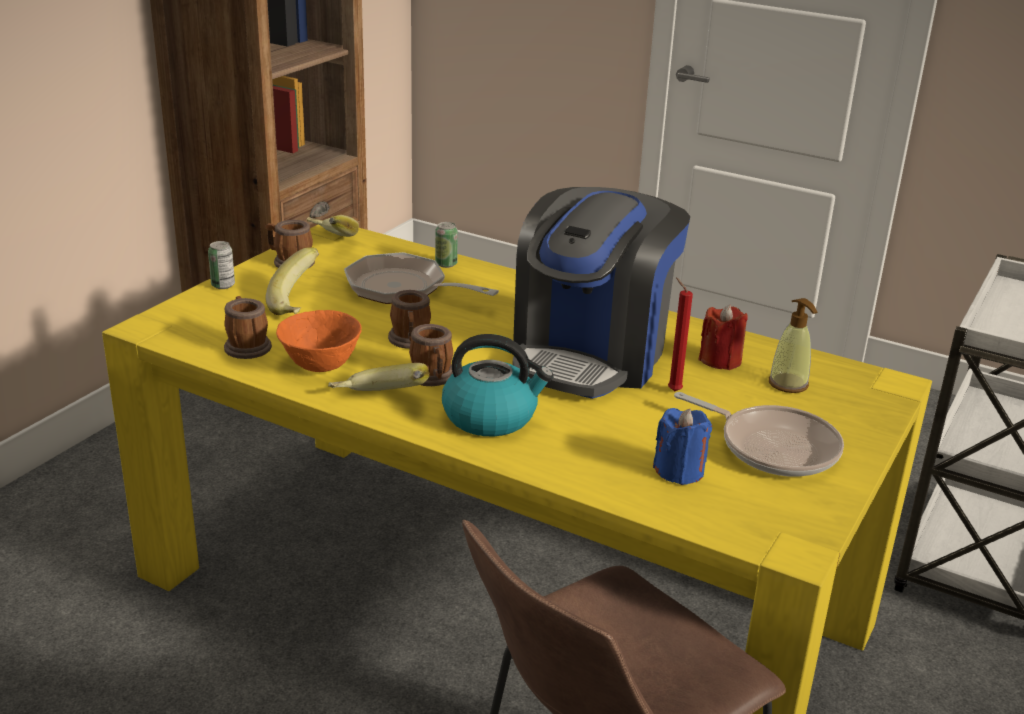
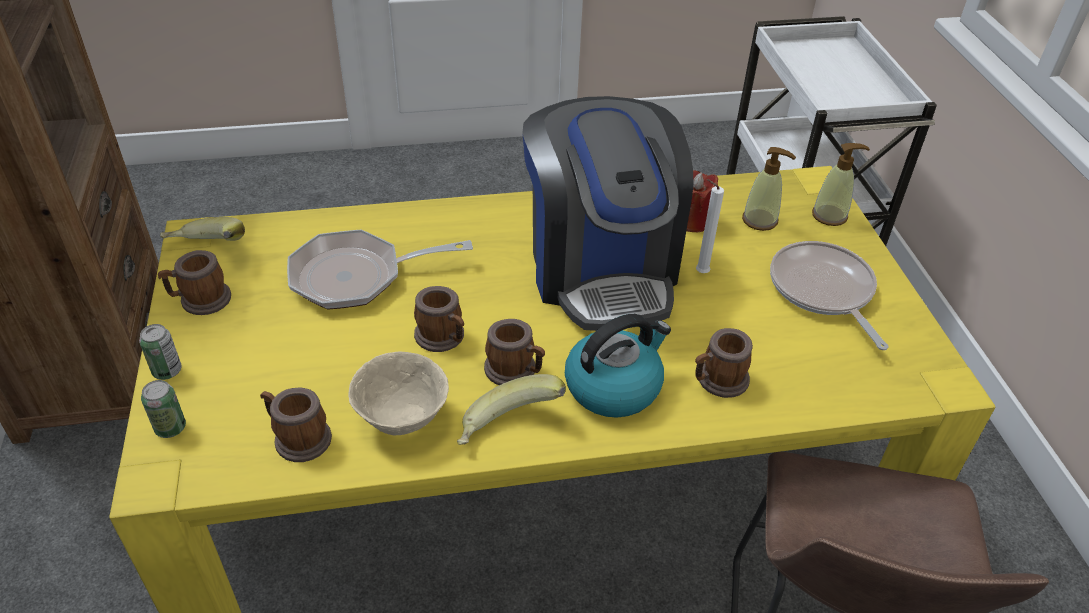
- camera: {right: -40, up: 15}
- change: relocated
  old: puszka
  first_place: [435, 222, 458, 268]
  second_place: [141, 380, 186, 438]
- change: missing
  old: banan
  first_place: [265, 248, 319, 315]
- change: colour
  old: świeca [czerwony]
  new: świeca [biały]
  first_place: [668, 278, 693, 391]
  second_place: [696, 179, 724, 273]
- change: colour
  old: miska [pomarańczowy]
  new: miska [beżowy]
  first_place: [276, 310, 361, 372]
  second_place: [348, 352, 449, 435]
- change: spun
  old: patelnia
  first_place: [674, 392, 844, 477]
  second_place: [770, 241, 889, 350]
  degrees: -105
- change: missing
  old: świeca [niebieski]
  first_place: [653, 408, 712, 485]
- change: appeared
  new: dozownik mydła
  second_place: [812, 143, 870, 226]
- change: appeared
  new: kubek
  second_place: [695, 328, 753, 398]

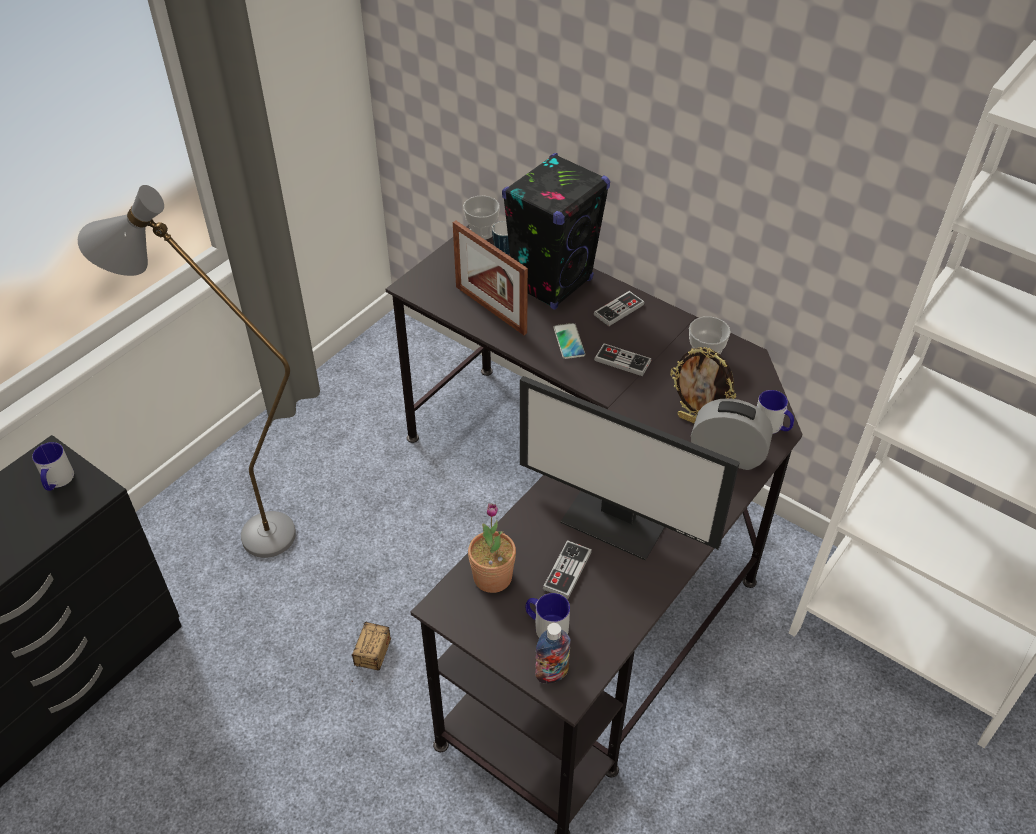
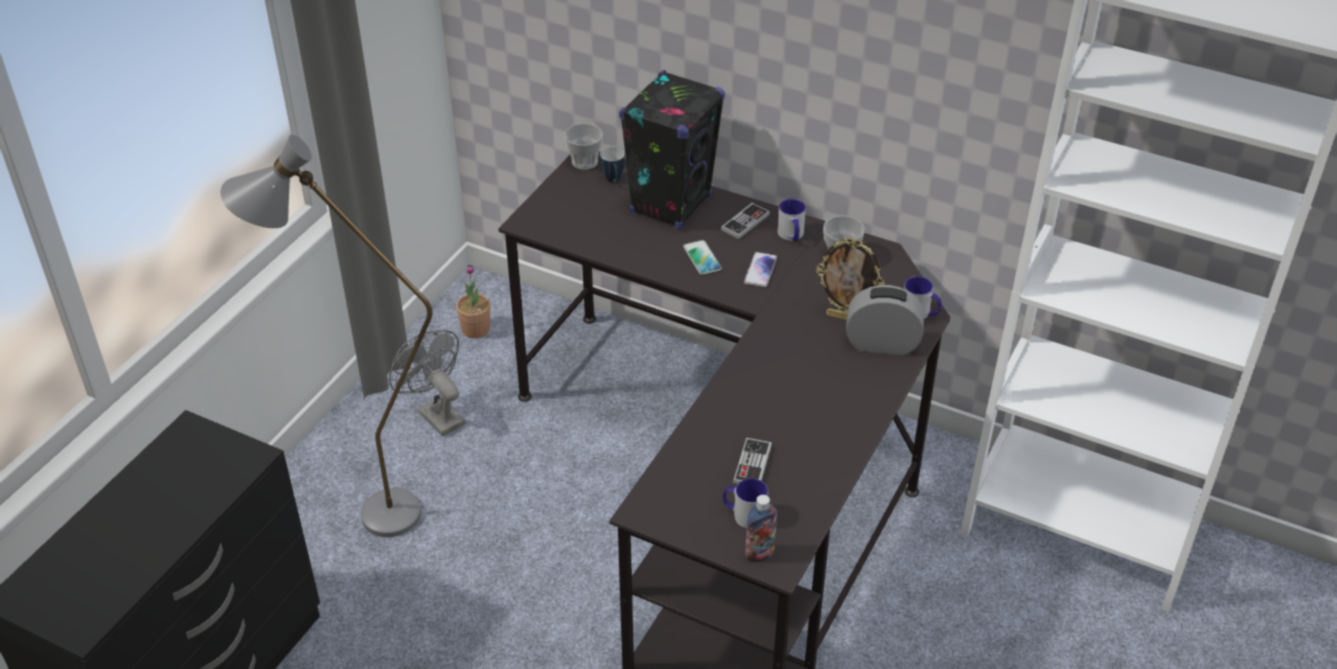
- camera: {right: -10, up: -5}
- change: missing
  old: ramka na zdjęcie
  first_place: [453, 221, 528, 335]
- change: exchanged
  old: pad do gier
  new: telefon
  first_place: [594, 343, 651, 376]
  second_place: [744, 252, 777, 287]
- change: missing
  old: monitor
  first_place: [520, 376, 740, 561]
- change: relocated
  old: kubek
  first_place: [32, 442, 74, 491]
  second_place: [777, 199, 806, 241]
- change: relocated
  old: roślina doniczkowa
  first_place: [468, 503, 516, 593]
  second_place: [456, 264, 490, 338]
- change: missing
  old: pojemnik do przechowywania
  first_place: [352, 621, 391, 671]
- change: appeared
  new: wentylator [szary]
  second_place: [389, 330, 465, 436]

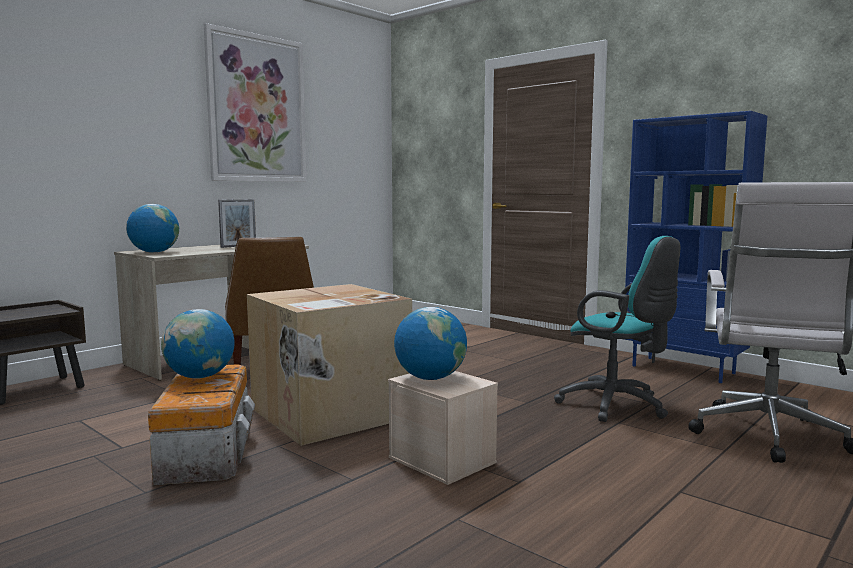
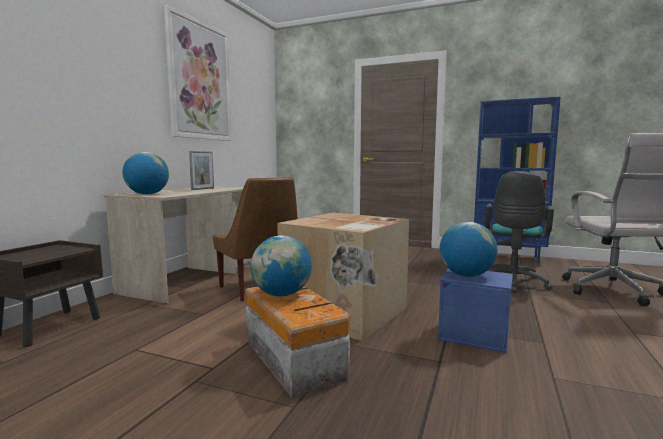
- camera: {right: -20, up: 0}
- change: spun
  old: krzesło biurowe [turkusowy]
  first_place: [554, 236, 680, 422]
  second_place: [485, 171, 554, 293]
  degrees: 90
- change: colour
  old: pojemnik do przechowywania [beżowy]
  new: pojemnik do przechowywania [niebieski]
  first_place: [388, 371, 498, 485]
  second_place: [437, 268, 513, 353]

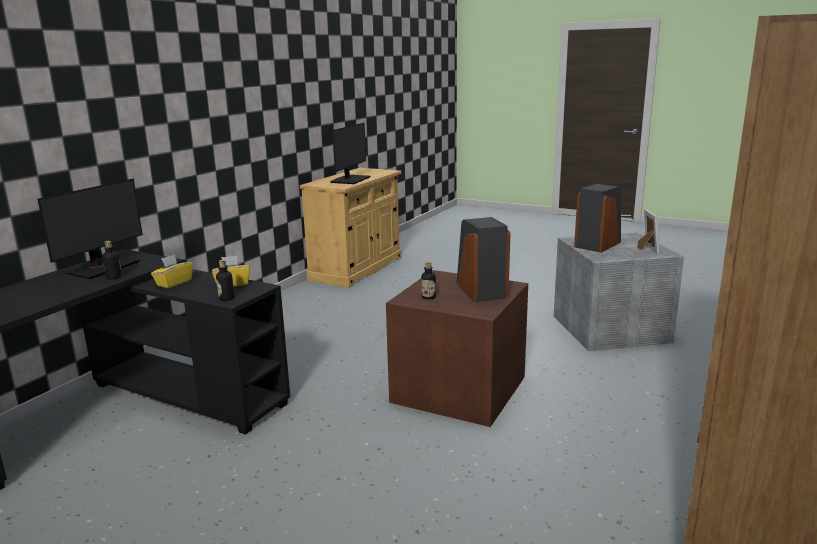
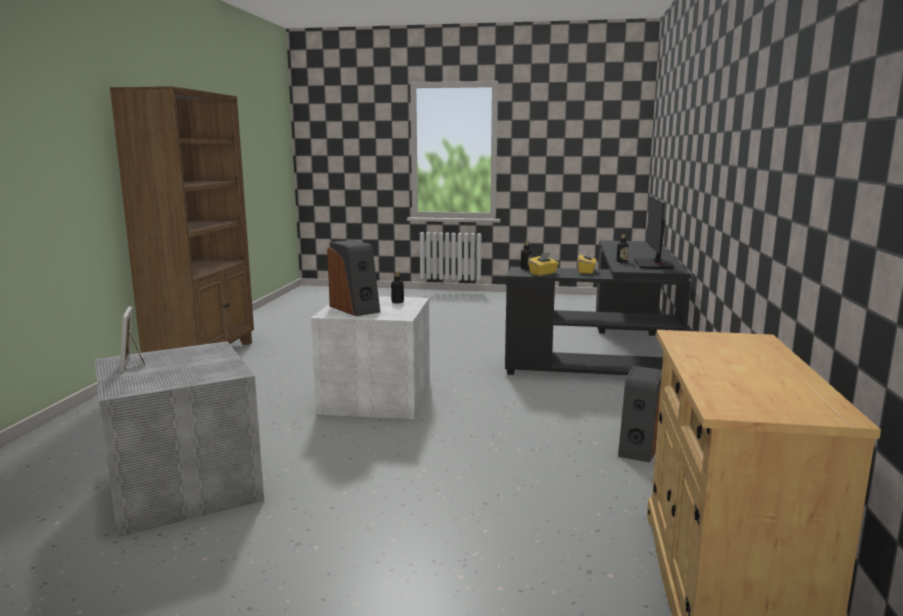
- camera: {right: 160, up: -5}
- change: missing
  old: monitor
  first_place: [330, 123, 371, 184]
- change: relocated
  old: głośnik
  first_place: [574, 184, 621, 253]
  second_place: [618, 366, 662, 462]
- change: colour
  old: pojemnik do przechowywania [brązowy]
  new: pojemnik do przechowywania [biały]
  first_place: [386, 270, 528, 427]
  second_place: [311, 296, 430, 419]

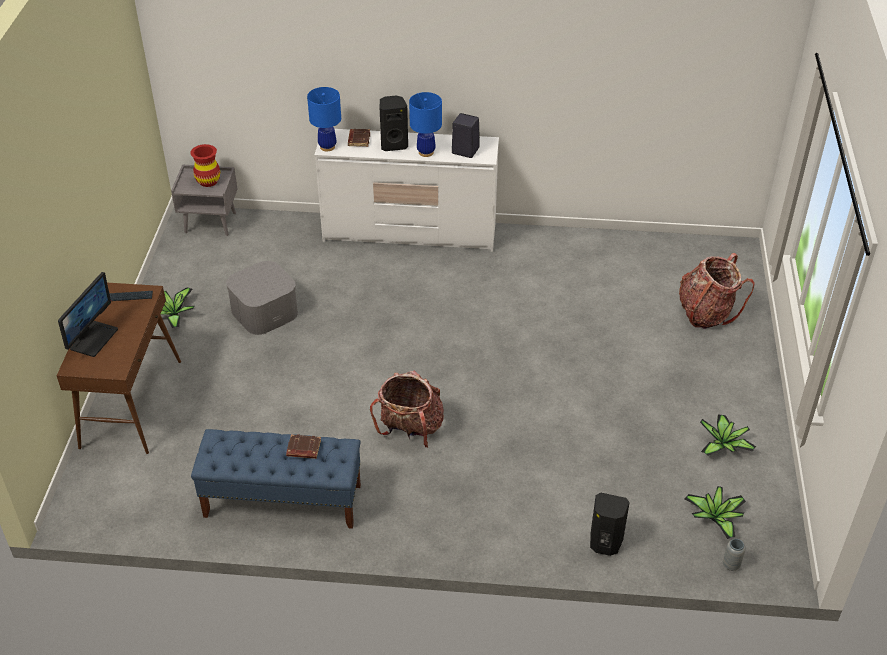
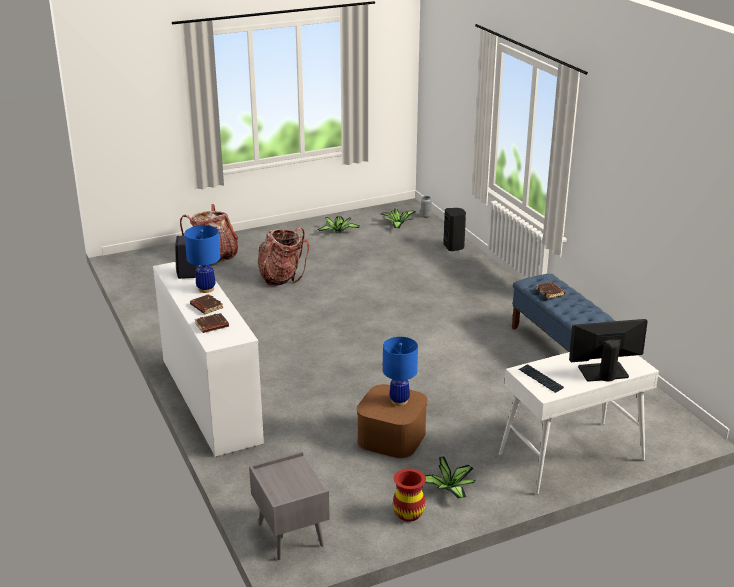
- camera: {right: -120, up: -15}
- change: relocated
  old: lampa stołowa [niebieski]
  first_place: [307, 87, 341, 151]
  second_place: [383, 337, 418, 406]
- change: exchanged
  old: głośnik [czarny]
  new: książka [brązowy]
  first_place: [380, 95, 408, 151]
  second_place: [190, 294, 223, 314]
- change: relocated
  old: wazon [czerwony]
  first_place: [190, 144, 220, 187]
  second_place: [393, 469, 426, 522]
- change: colour
  old: pojemnik do przechowywania [szary]
  new: pojemnik do przechowywania [brązowy]
  first_place: [226, 261, 298, 335]
  second_place: [357, 384, 428, 458]
- change: colour
  old: stolik konsolowy [brązowy]
  new: stolik konsolowy [biały]
  first_place: [57, 283, 181, 454]
  second_place: [499, 352, 659, 495]
- change: relocated
  old: plecak
  first_place: [370, 371, 444, 448]
  second_place: [258, 227, 309, 286]

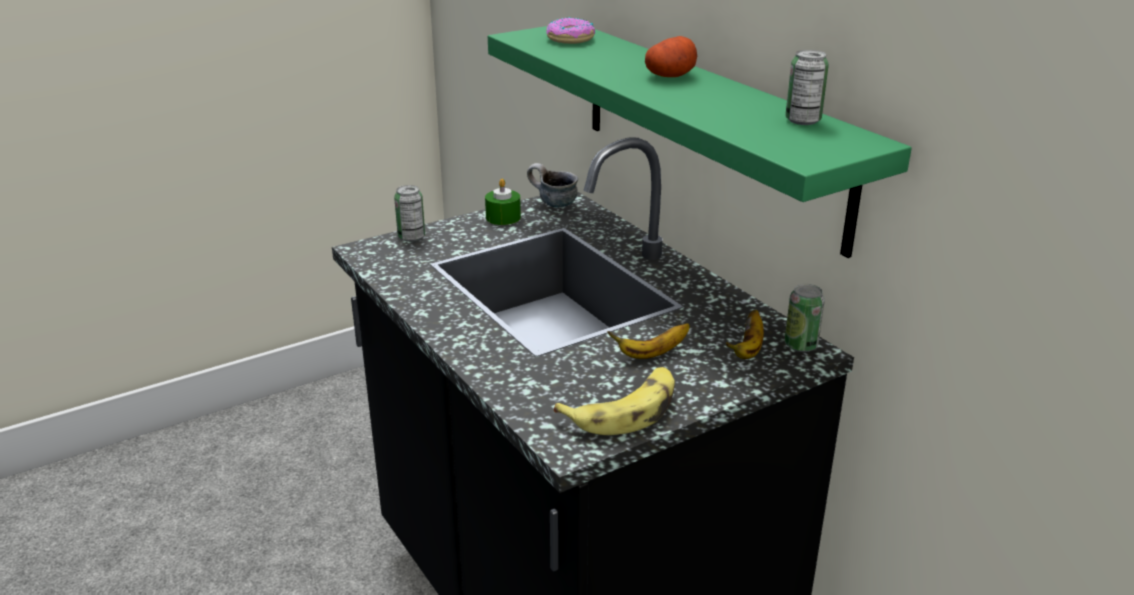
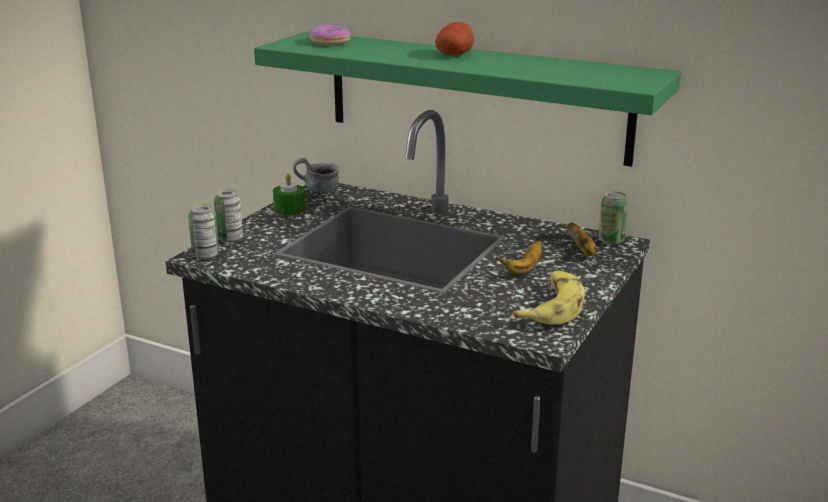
- camera: {right: -30, up: -5}
- change: relocated
  old: puszka
  first_place: [785, 50, 829, 125]
  second_place: [188, 204, 219, 260]

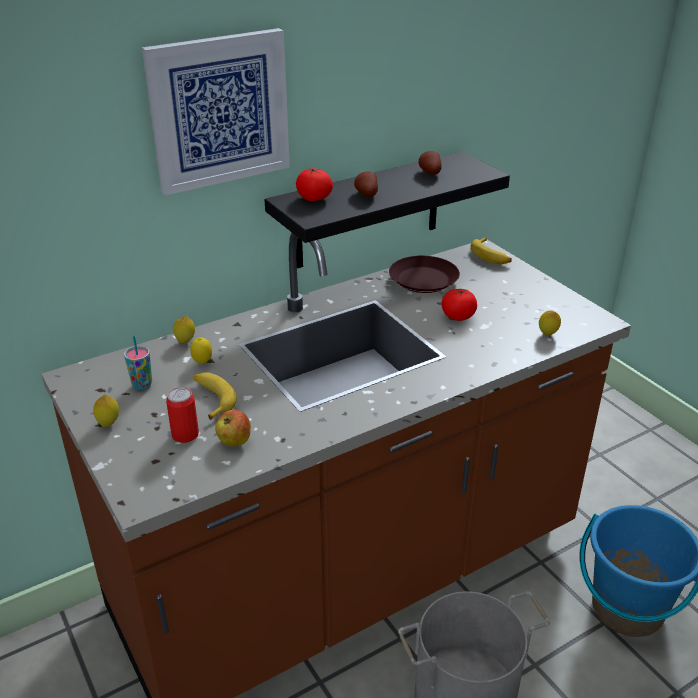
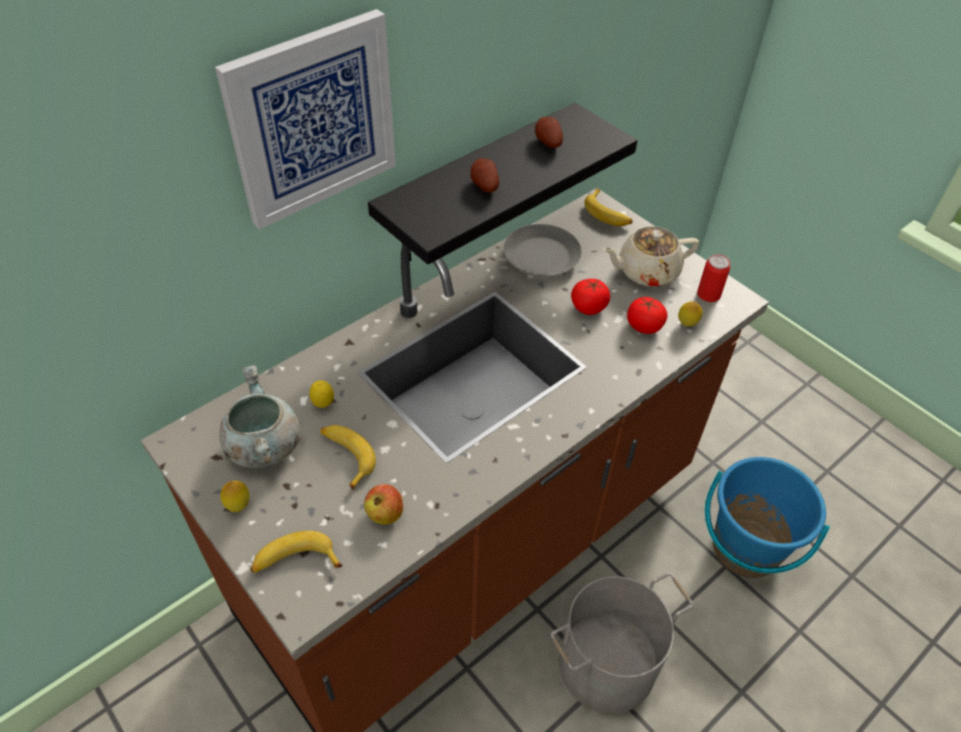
- camera: {right: -10, up: 15}
- change: relocated
  old: pomidor
  first_place: [296, 168, 333, 201]
  second_place: [627, 297, 668, 334]
- change: colour
  old: talerz [brązowy]
  new: talerz [szary]
  first_place: [389, 256, 460, 293]
  second_place: [504, 224, 582, 276]
- change: missing
  old: cytryna
  first_place: [173, 316, 195, 343]
- change: exchanged
  old: filiżanka
  new: garnek [szary]
  first_place: [124, 335, 152, 390]
  second_place: [219, 365, 300, 468]
- change: relocated
  old: puszka
  first_place: [166, 387, 199, 443]
  second_place: [697, 254, 730, 302]
- change: appeared
  new: imbryk [beżowy]
  second_place: [602, 226, 699, 287]
- change: appeared
  new: banan
  second_place: [250, 531, 343, 573]

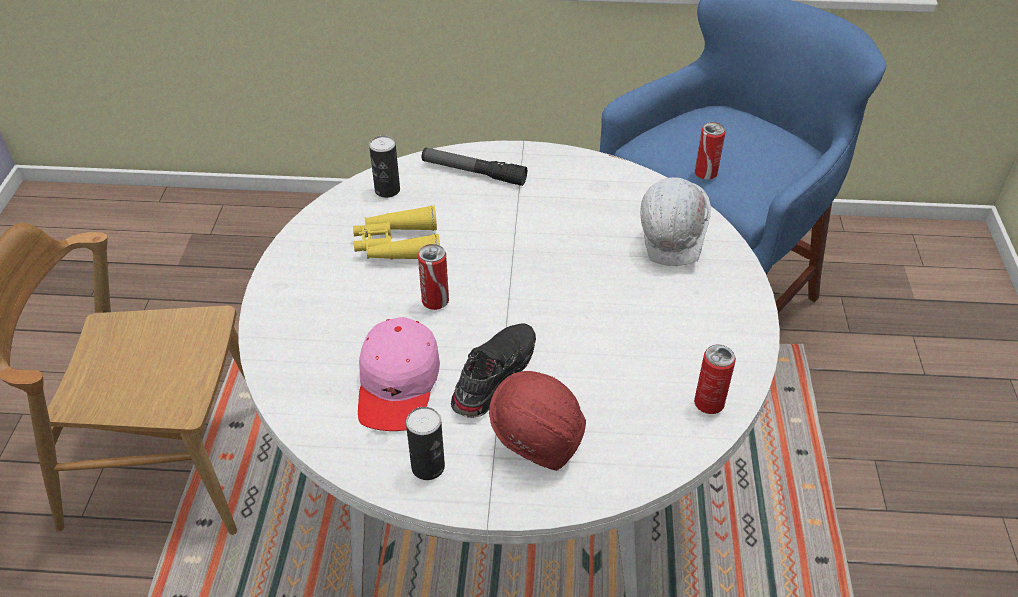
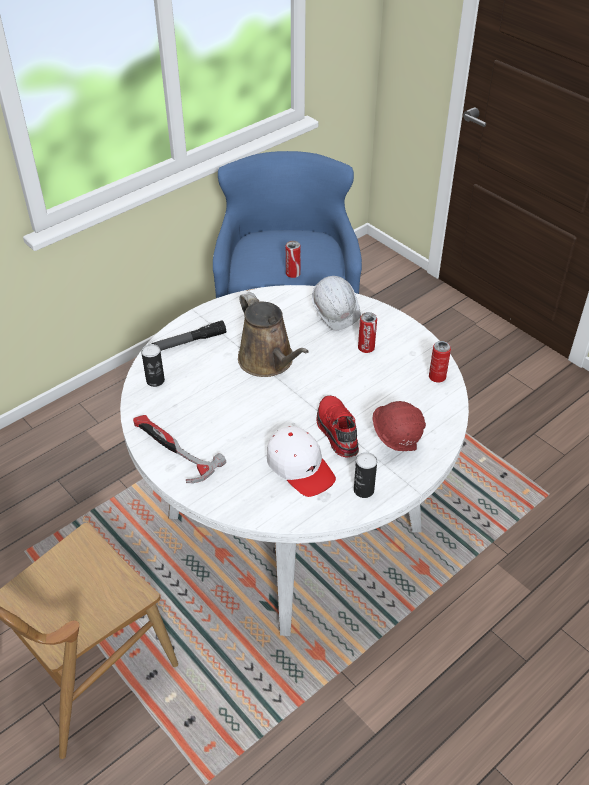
- camera: {right: -45, up: 0}
- change: missing
  old: lornetka [żółty]
  first_place: [353, 205, 440, 260]
- change: relocated
  old: puszka
  first_place: [418, 244, 449, 310]
  second_place: [358, 312, 377, 353]
- change: colour
  old: czapka z daszkiem [różowy]
  new: czapka z daszkiem [biały]
  first_place: [358, 317, 440, 431]
  second_place: [267, 426, 336, 497]
- change: colour
  old: but [czarny]
  new: but [czerwony]
  first_place: [451, 323, 536, 418]
  second_place: [317, 396, 359, 457]
- change: appeared
  new: konewka [brązowy]
  second_place: [238, 292, 309, 377]
- change: appeared
  new: młotek
  second_place: [133, 415, 226, 483]

